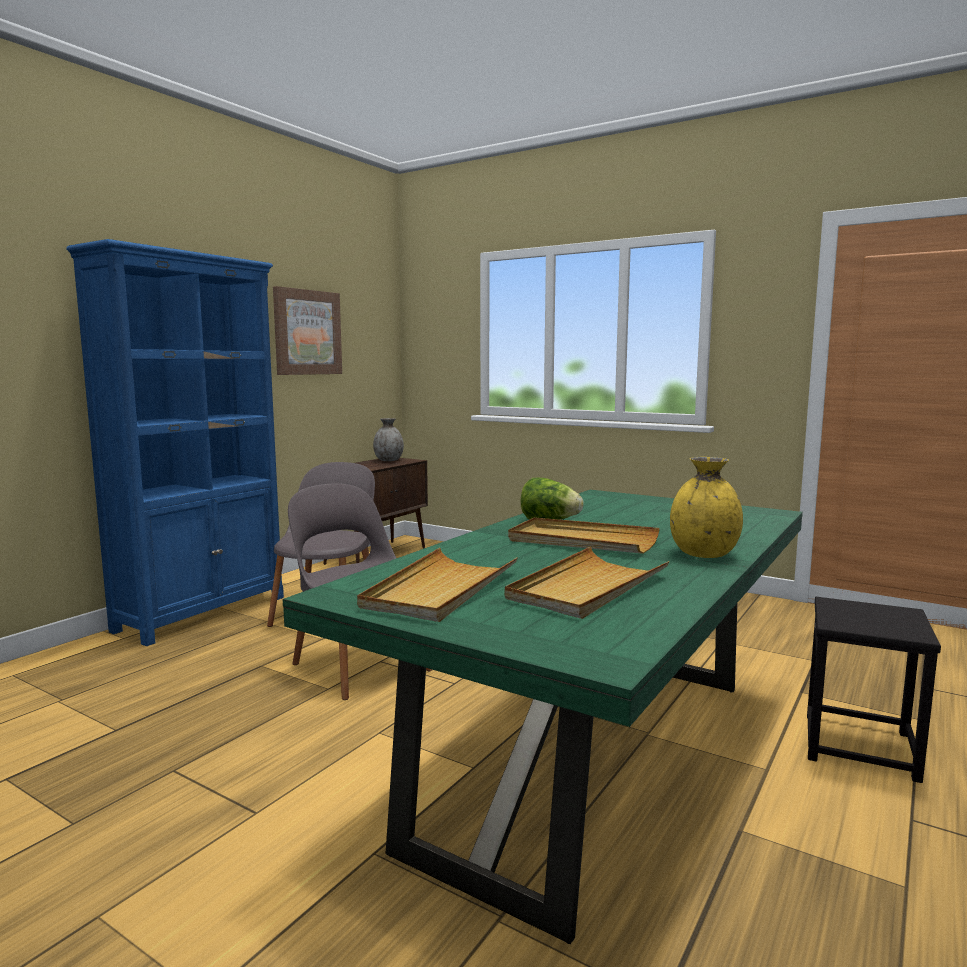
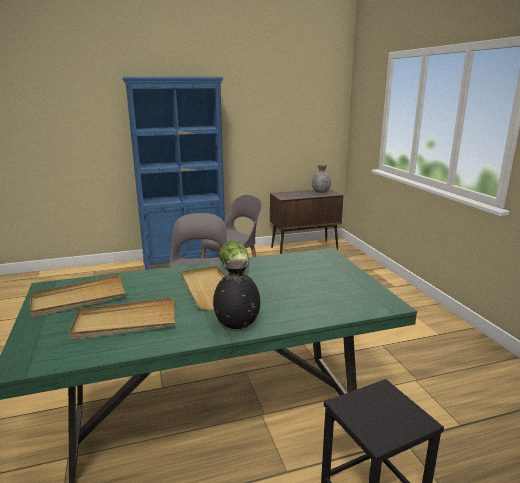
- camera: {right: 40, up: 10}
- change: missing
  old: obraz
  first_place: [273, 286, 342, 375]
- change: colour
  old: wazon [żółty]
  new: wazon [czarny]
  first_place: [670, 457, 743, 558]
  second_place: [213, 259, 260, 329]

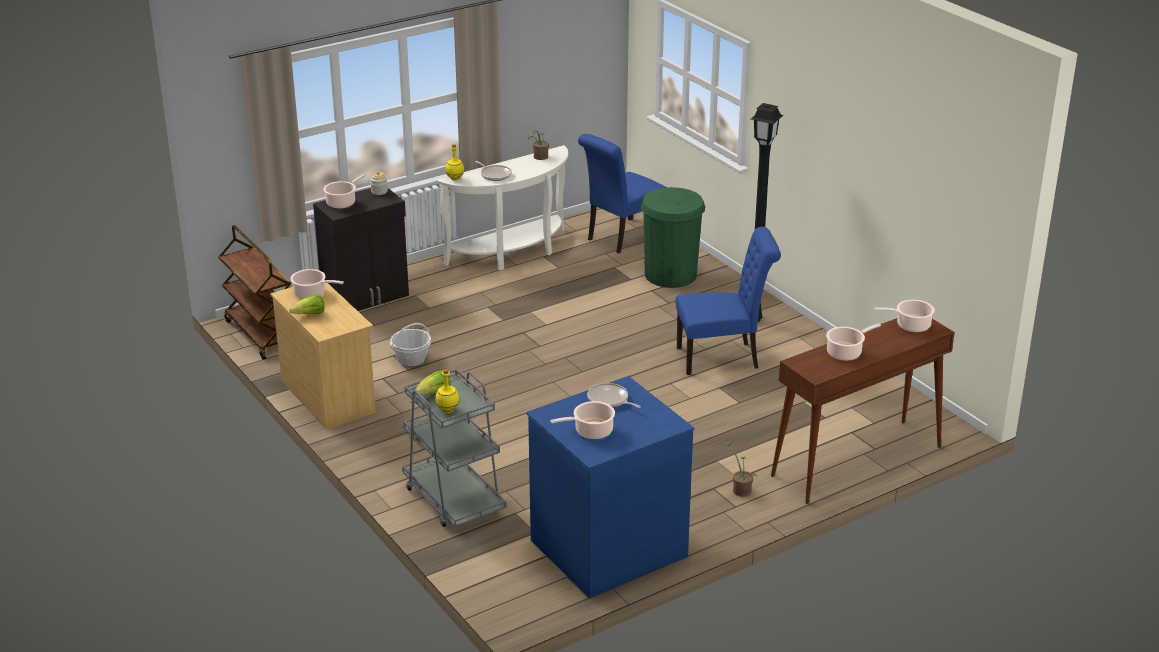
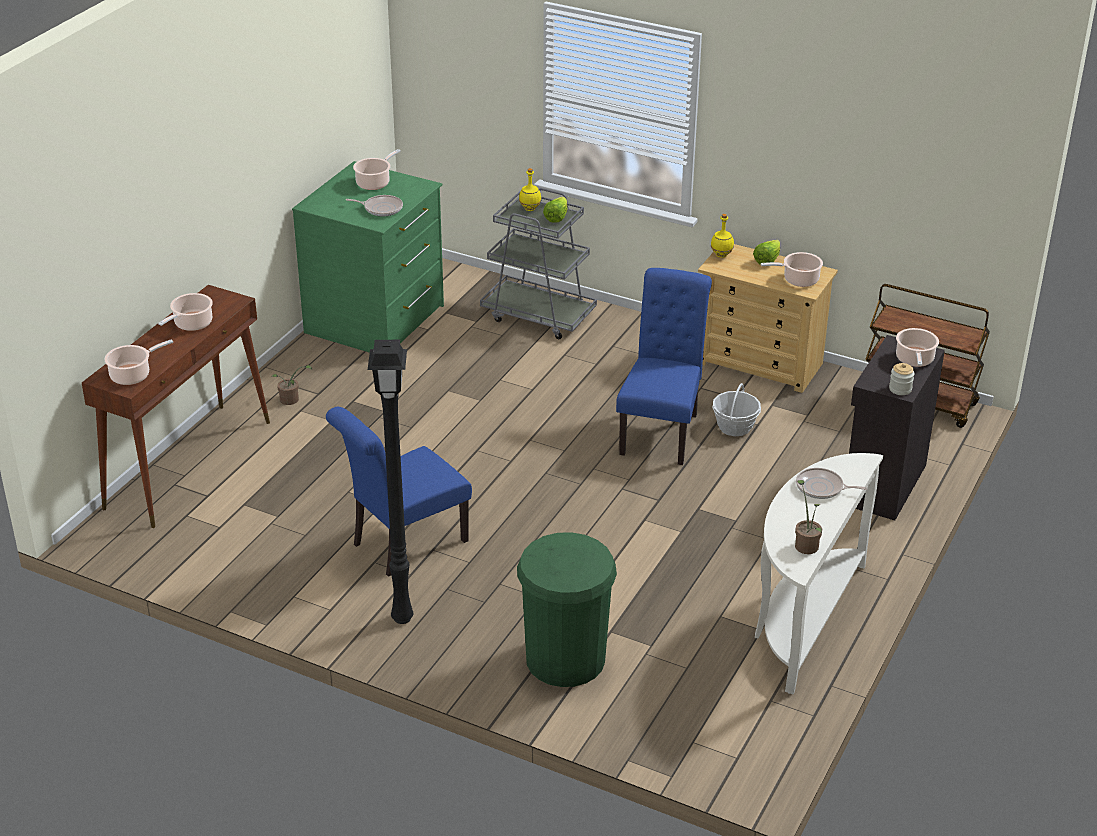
- camera: {right: 150, up: 5}
- change: relocated
  old: krzesło [niebieski]
  first_place: [578, 134, 667, 254]
  second_place: [616, 268, 712, 465]
- change: relocated
  old: butelka [żółty]
  first_place: [445, 144, 464, 181]
  second_place: [711, 214, 734, 258]
- change: colour
  old: komoda [niebieski]
  new: komoda [zielony]
  first_place: [526, 376, 694, 598]
  second_place: [292, 161, 444, 353]

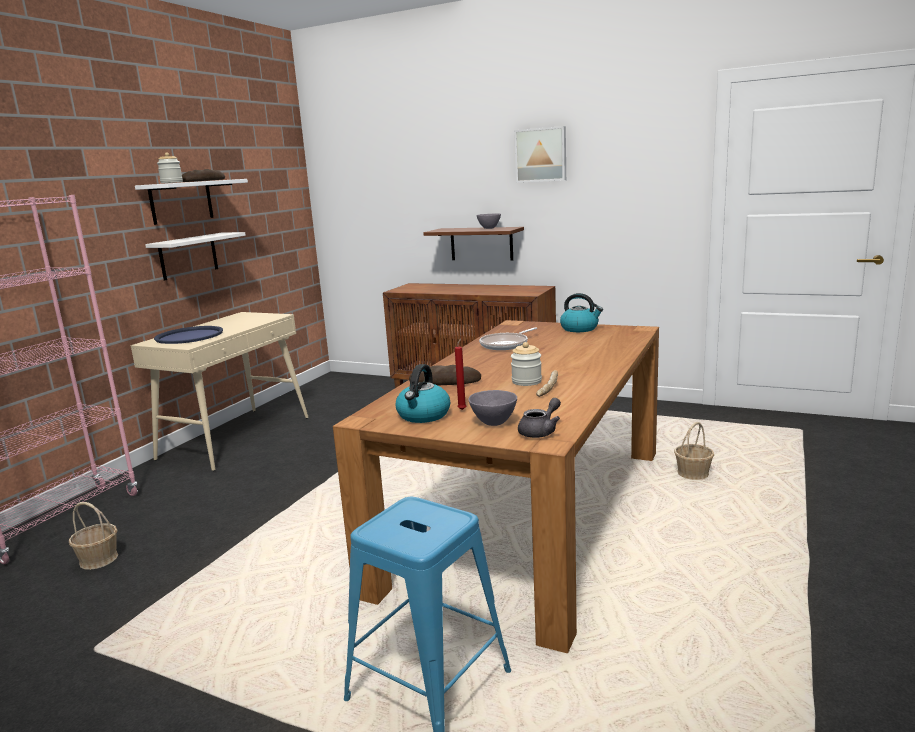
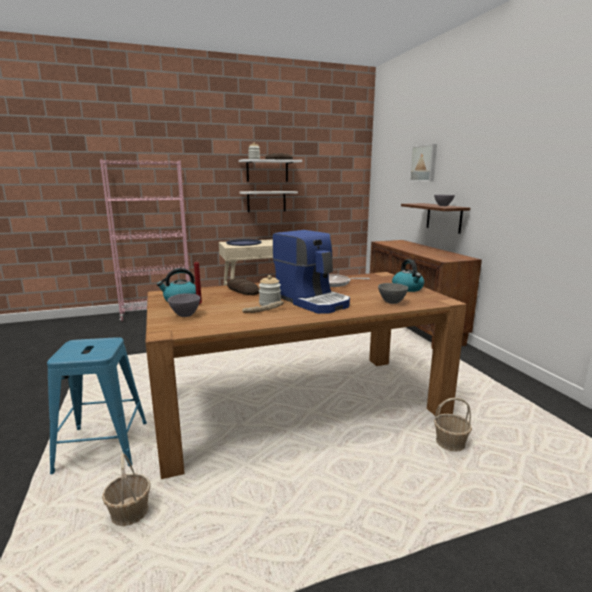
- camera: {right: 45, up: 0}
- change: relocated
  old: obraz
  first_place: [514, 126, 566, 183]
  second_place: [409, 144, 437, 182]
- change: missing
  old: imbryk [szary]
  first_place: [518, 398, 561, 438]
- change: relocated
  old: koszyk
  first_place: [69, 502, 118, 570]
  second_place: [102, 453, 151, 526]
- change: appeared
  new: ekspres do kawy
  second_place: [273, 230, 350, 314]
- change: appeared
  new: miska [szary]
  second_place: [378, 283, 408, 304]

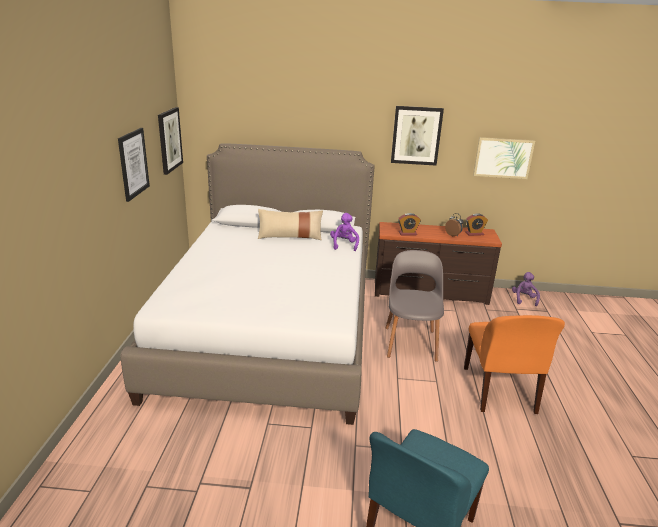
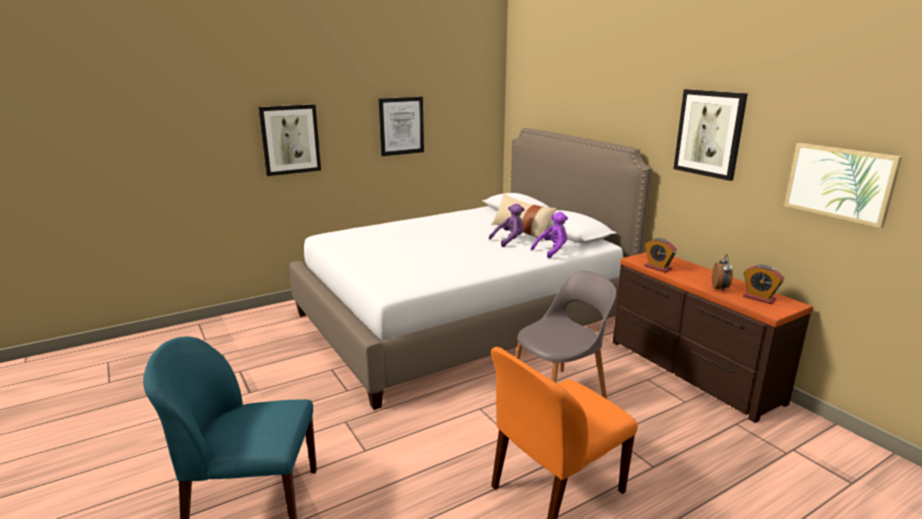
- camera: {right: 55, up: -5}
- change: relocated
  old: obraz
  first_place: [158, 107, 183, 175]
  second_place: [258, 104, 321, 176]
- change: relocated
  old: pluszak [fioletowy]
  first_place: [512, 272, 540, 306]
  second_place: [489, 203, 525, 247]

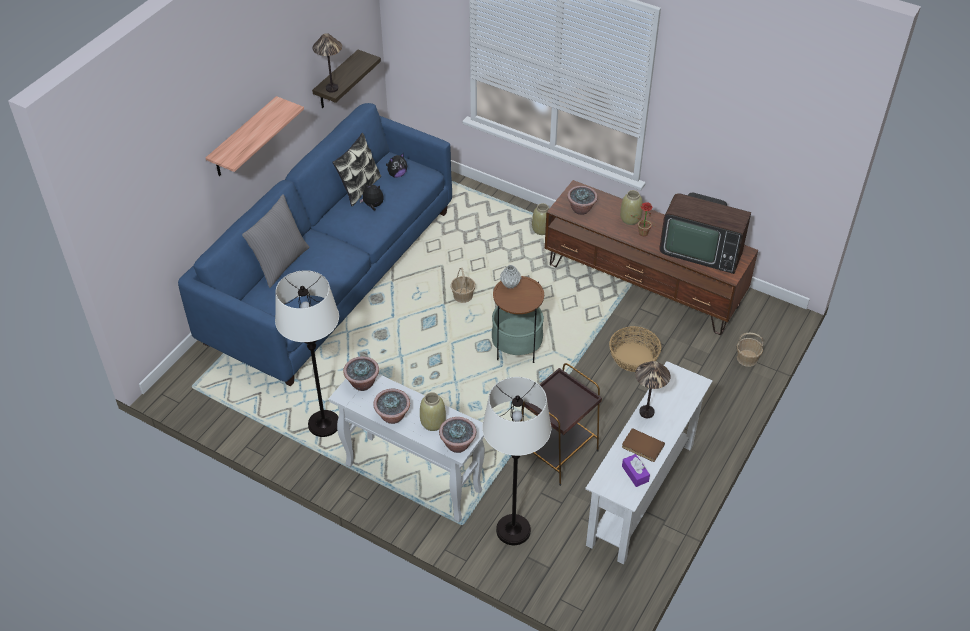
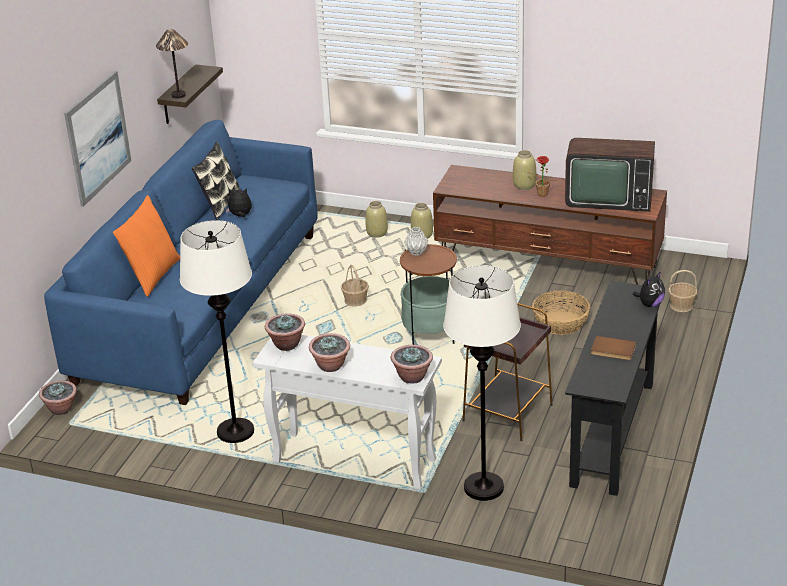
- camera: {right: -10, up: -15}
- change: exchanged
  old: półka
  new: obraz
  first_place: [206, 96, 304, 176]
  second_place: [64, 71, 131, 207]
- change: relocated
  old: pluszak
  first_place: [386, 153, 407, 178]
  second_place: [633, 273, 665, 307]
- change: relocated
  old: roślina doniczkowa
  first_place: [567, 186, 598, 215]
  second_place: [39, 380, 77, 415]
- change: colour
  old: poduszka [szary]
  new: poduszka [pomarańczowy]
  first_place: [242, 194, 310, 288]
  second_place: [113, 195, 180, 297]
- change: colour
  old: stolik konsolowy [biały]
  new: stolik konsolowy [czarny]
  first_place: [585, 361, 713, 564]
  second_place: [565, 281, 660, 496]
- change: missing
  old: lampa stołowa
  first_place: [635, 361, 670, 418]
- change: relocated
  old: wazon [beżowy]
  first_place: [420, 392, 446, 431]
  second_place: [365, 201, 388, 238]
- change: missing
  old: pudełko chusteczek [fioletowy]
  first_place: [622, 454, 650, 487]

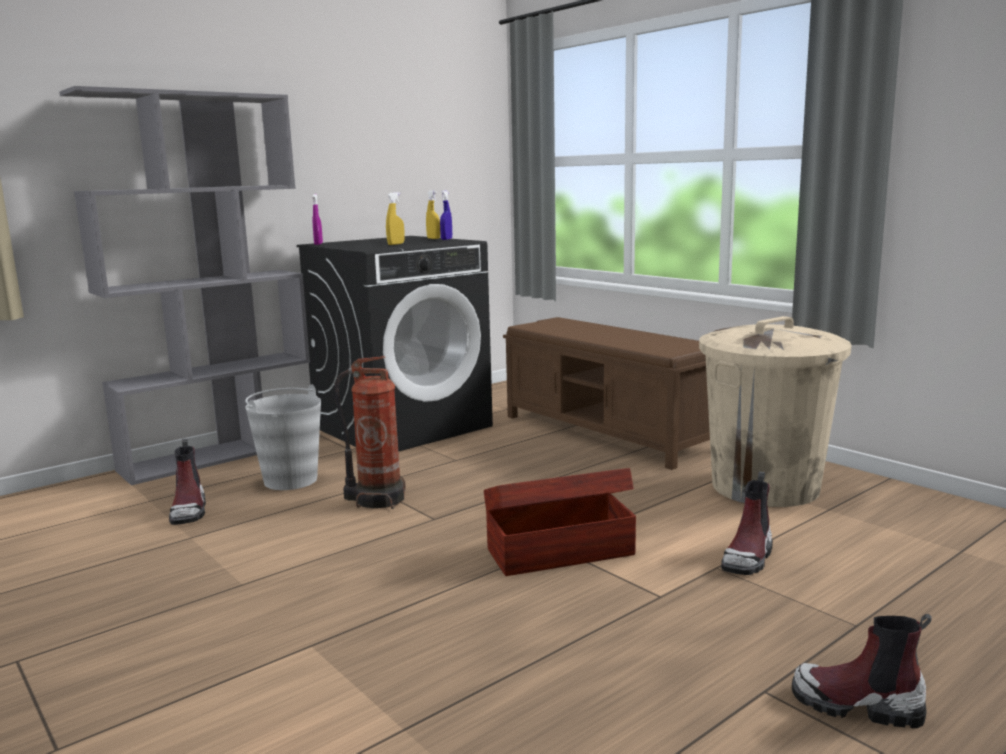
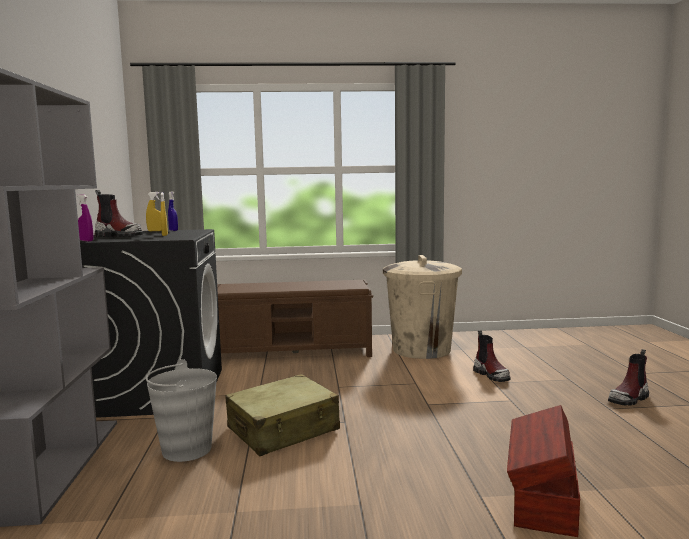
- camera: {right: -55, up: -5}
- change: exchanged
  old: gaśnica
  new: walizka [beżowy]
  first_place: [335, 356, 406, 509]
  second_place: [225, 374, 340, 456]
- change: relocated
  old: but z cholewką
  first_place: [169, 438, 206, 525]
  second_place: [95, 190, 143, 237]
- change: relocated
  old: pojemnik do przechowywania [brązowy]
  first_place: [484, 468, 636, 576]
  second_place: [507, 405, 580, 537]

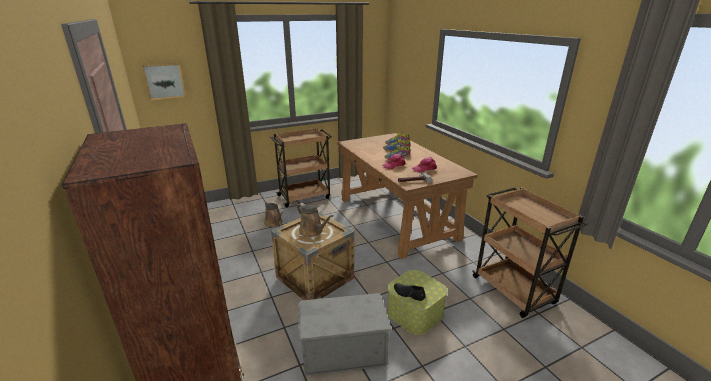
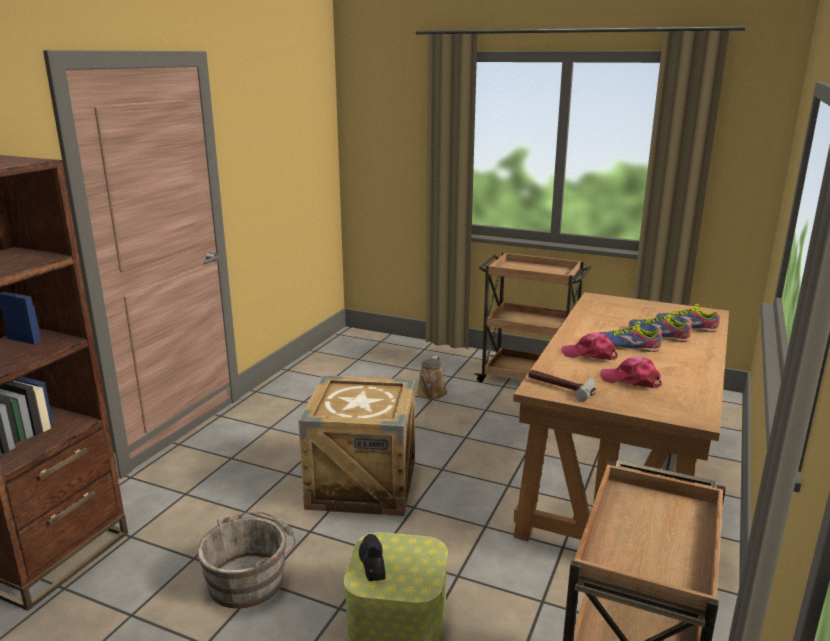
- camera: {right: 50, up: -5}
- change: missing
  old: obraz
  first_place: [142, 63, 186, 100]
- change: missing
  old: konewka [brązowy]
  first_place: [297, 203, 333, 237]
- change: exchanged
  old: pojemnik do przechowywania [szary]
  new: wiadro [szary]
  first_place: [298, 293, 392, 376]
  second_place: [197, 512, 296, 609]

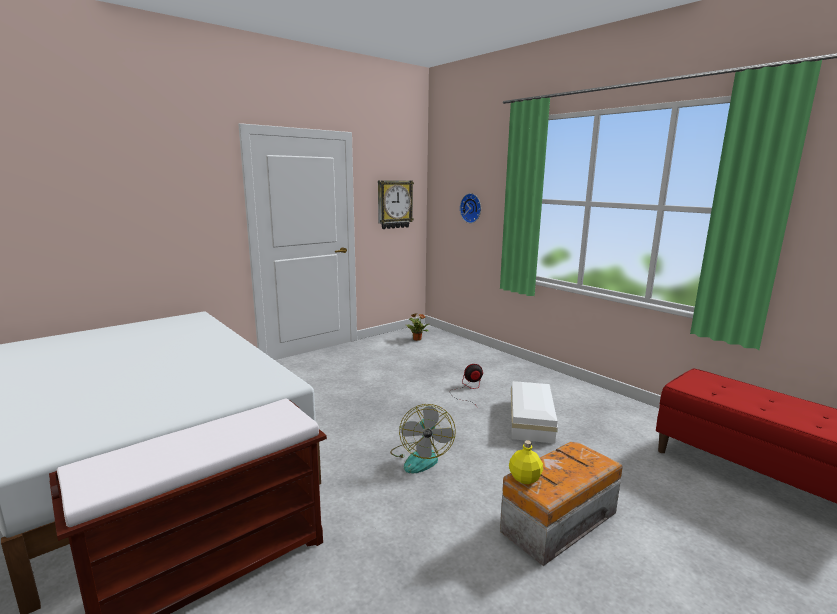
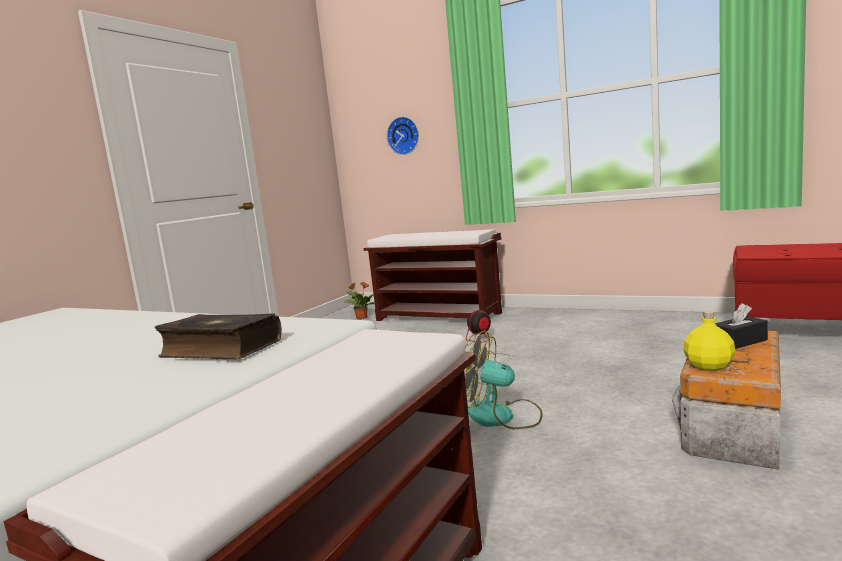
- camera: {right: -20, up: -5}
- change: missing
  old: zegar ścienny
  first_place: [378, 180, 414, 229]
- change: missing
  old: pojemnik do przechowywania [biały]
  first_place: [511, 381, 558, 443]
- change: spun
  old: wentylator
  first_place: [390, 404, 456, 473]
  second_place: [465, 330, 543, 429]
  degrees: 135
- change: appeared
  new: ławka [brązowy]
  second_place: [363, 229, 502, 321]
- change: appeared
  new: pudełko chusteczek [czarny]
  second_place: [715, 303, 768, 349]
- change: appeared
  new: książka
  second_place: [155, 314, 282, 359]

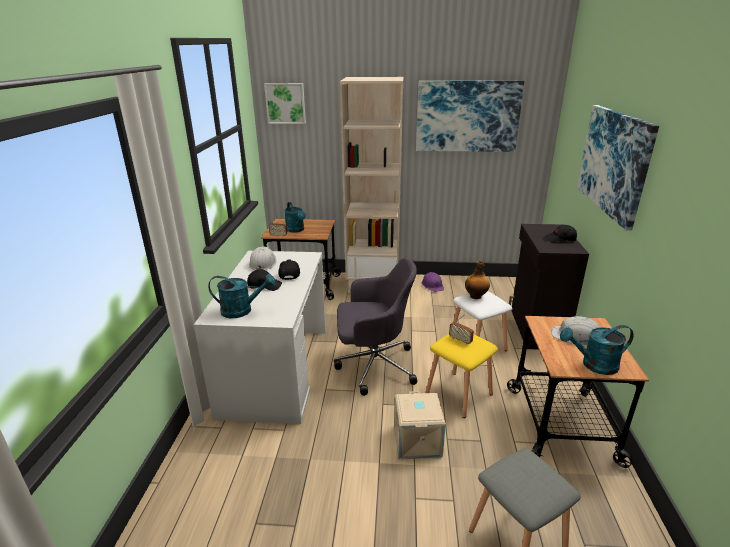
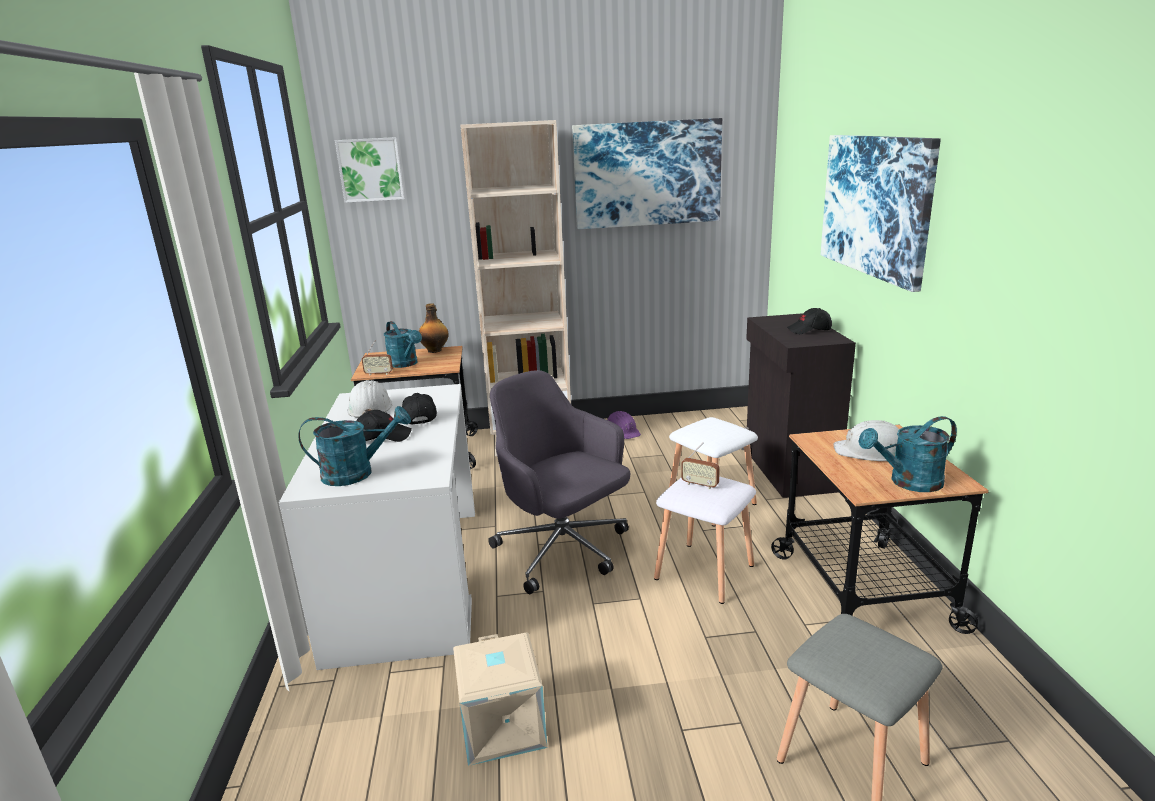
- camera: {right: -10, up: -5}
- change: spun
  old: krzesło biurowe [szary]
  first_place: [334, 258, 417, 396]
  second_place: [488, 370, 630, 594]
  degrees: -120
- change: relocated
  old: butelka
  first_place: [465, 260, 490, 299]
  second_place: [419, 303, 449, 353]
- change: colour
  old: stołek [żółty]
  new: stołek [biały]
  first_place: [425, 334, 498, 418]
  second_place: [654, 476, 756, 604]
- change: relocated
  old: pojemnik do przechowywania [beżowy]
  first_place: [394, 391, 446, 459]
  second_place: [453, 633, 547, 766]

